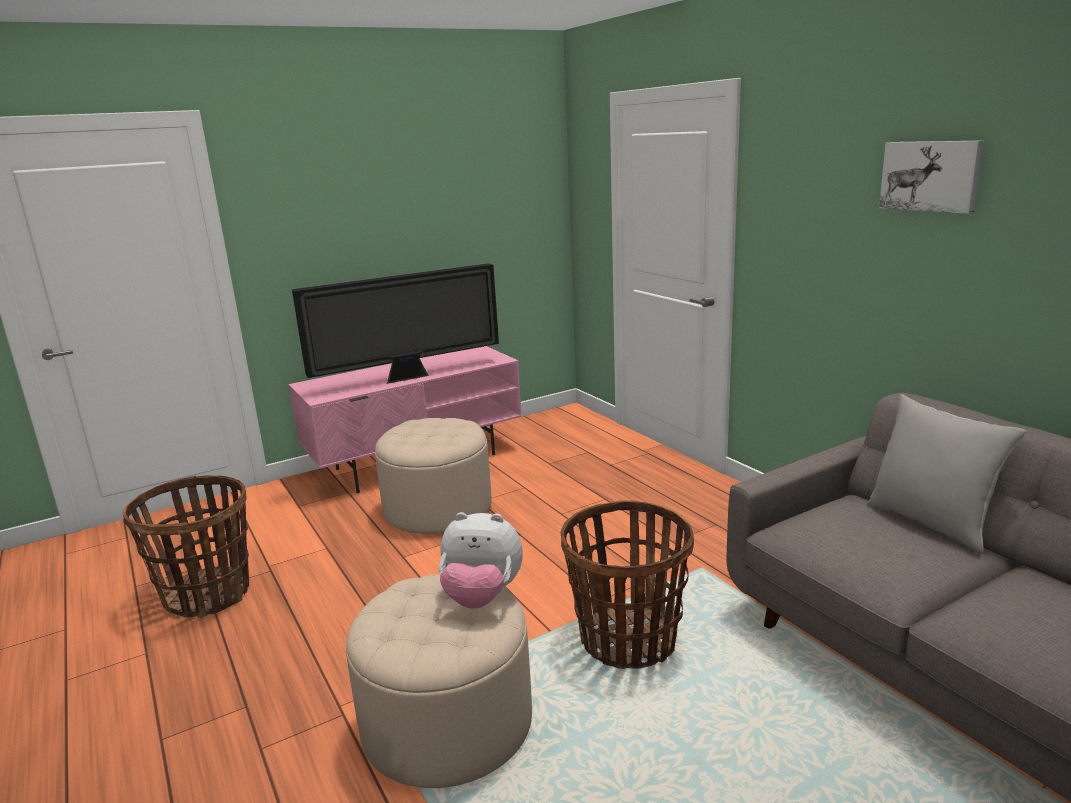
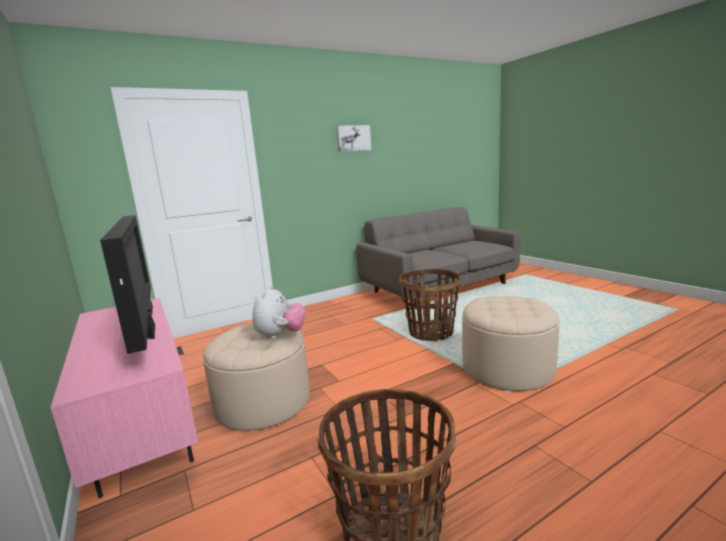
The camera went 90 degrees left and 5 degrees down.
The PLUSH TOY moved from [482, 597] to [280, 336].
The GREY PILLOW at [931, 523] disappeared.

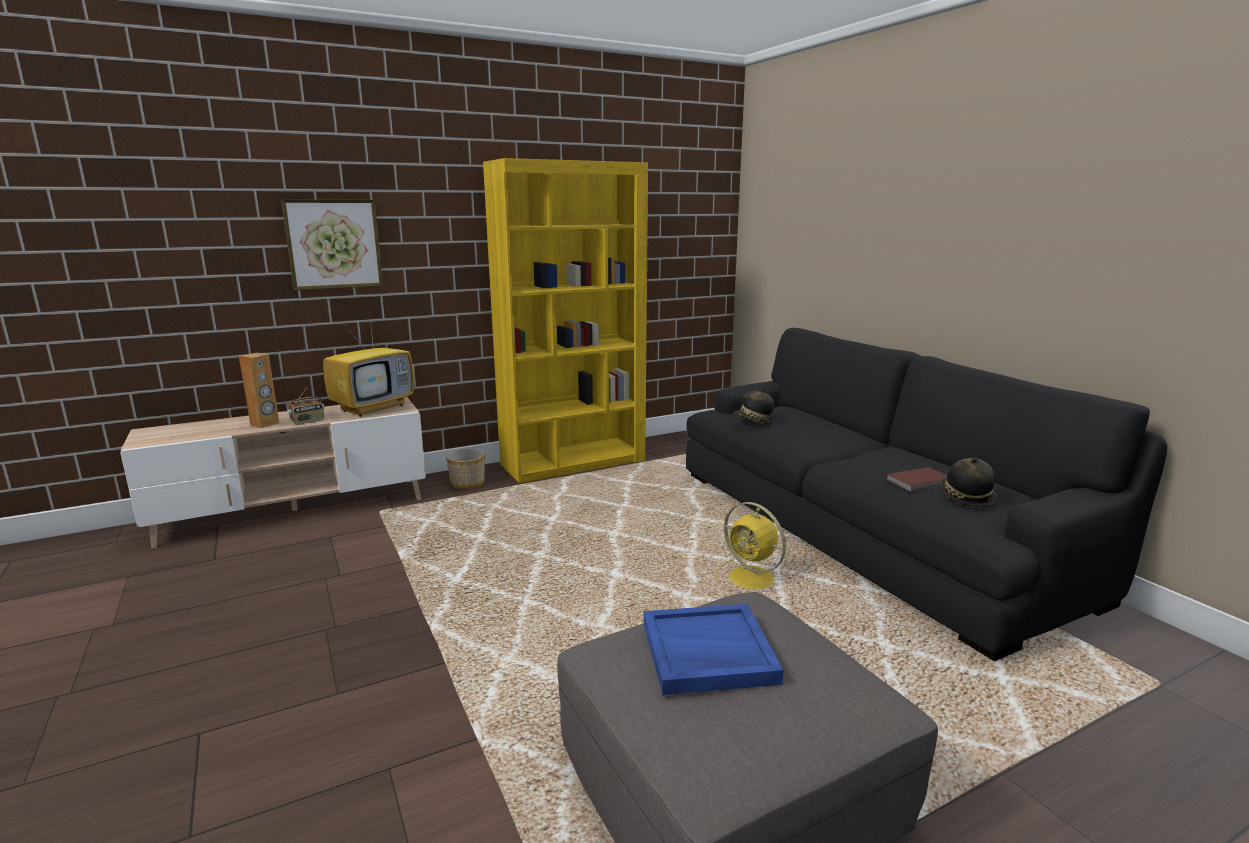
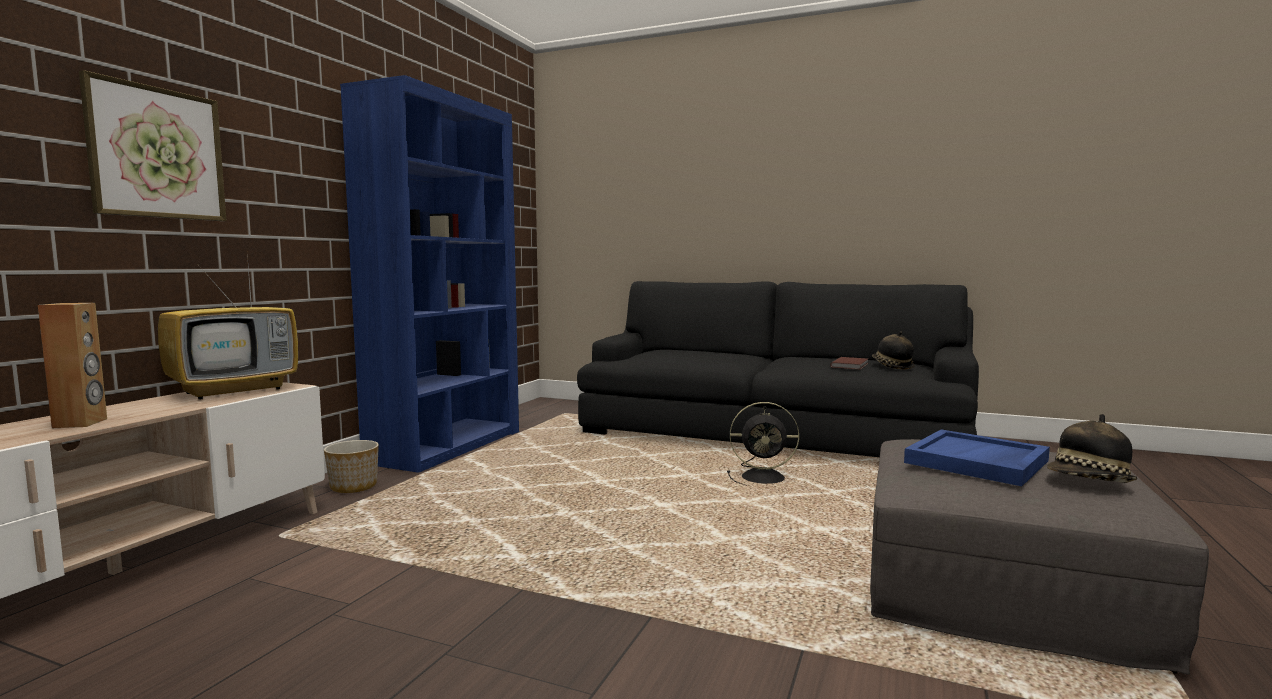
The camera went 40 degrees left and 10 degrees down.
The RADIO at [308, 421] disappeared.
The TELEVISION at [374, 407] turned 45 degrees clockwise.
The YELLOW BOOKCASE at [573, 462] became the BLUE BOOKCASE at [447, 446].
The YELLOW FAN at [753, 579] became the BLACK FAN at [765, 478].
The HAT moved from [753, 421] to [1089, 482].

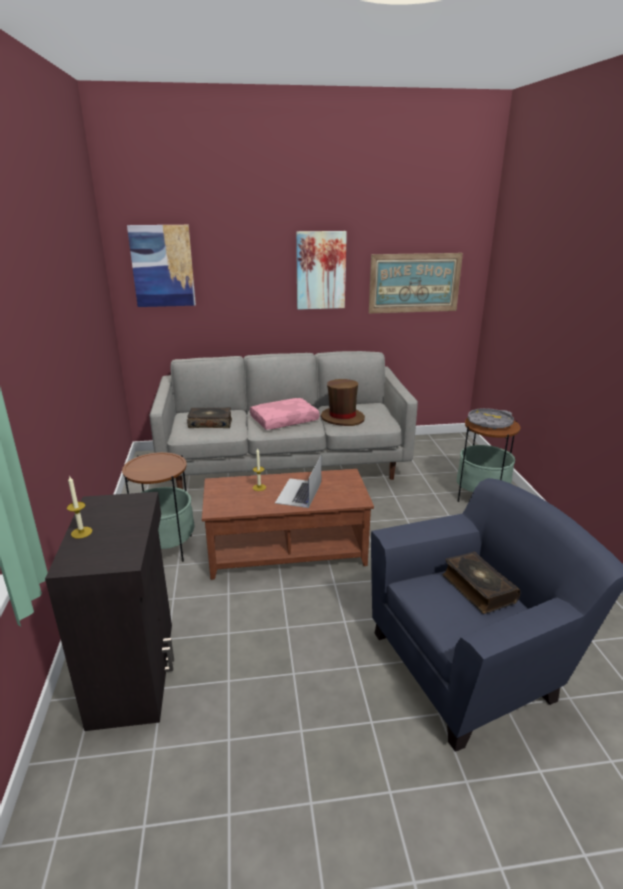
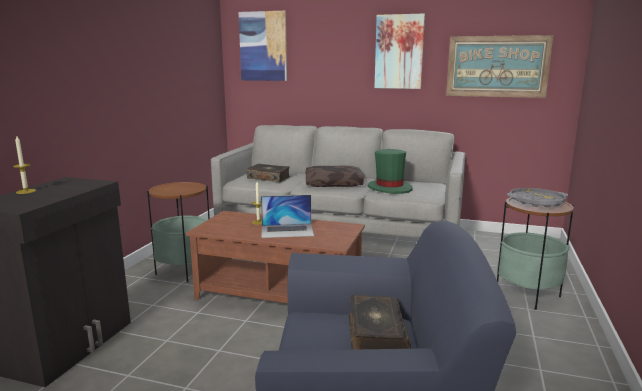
The camera went 25 degrees right and 10 degrees down.
The PINK PILLOW at [284, 420] became the BROWN PILLOW at [334, 183].
The LAPTOP at [298, 492] turned 135 degrees counterclockwise.
The BROWN HAT at [342, 418] became the GREEN HAT at [390, 188].

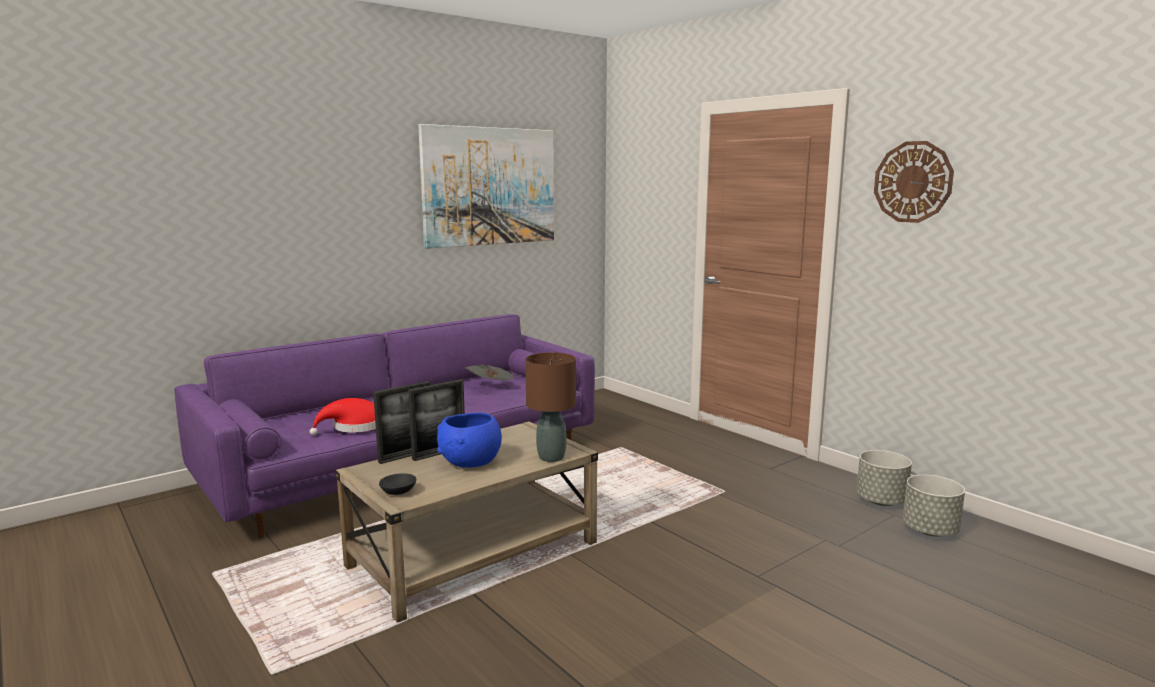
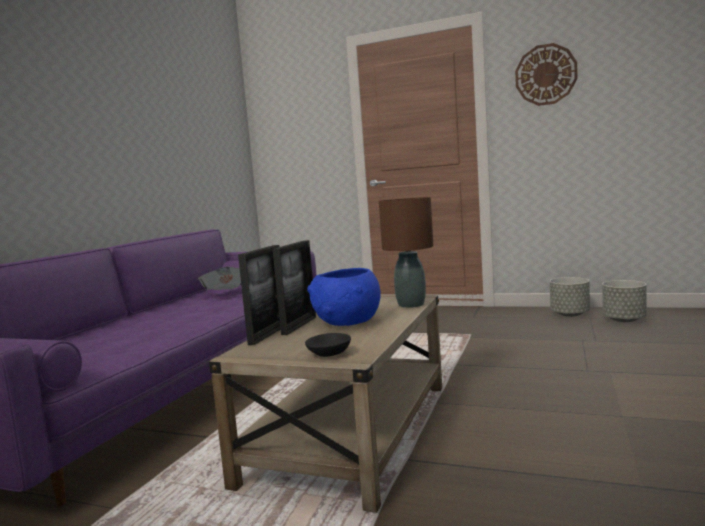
The camera went 30 degrees left and 5 degrees down.
The RED HAT at [354, 427] disappeared.
The PICTURE at [489, 186] disappeared.

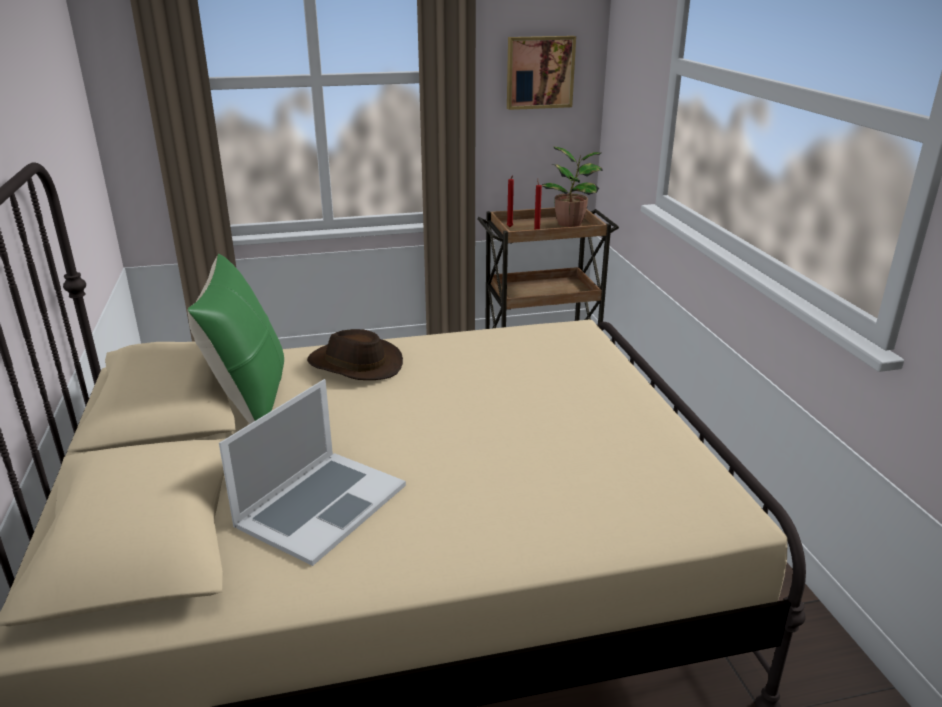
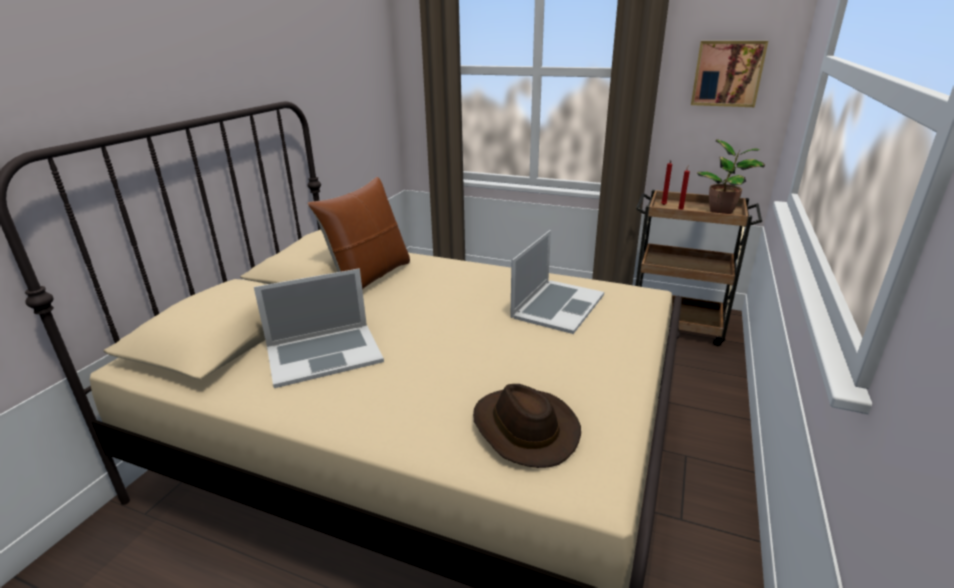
The camera went 35 degrees right and 0 degrees up.
The GREEN PILLOW at [249, 396] became the BROWN PILLOW at [369, 277].
The BROWN HAT moved from [355, 365] to [523, 429].
The LAPTOP at [557, 305] appeared.

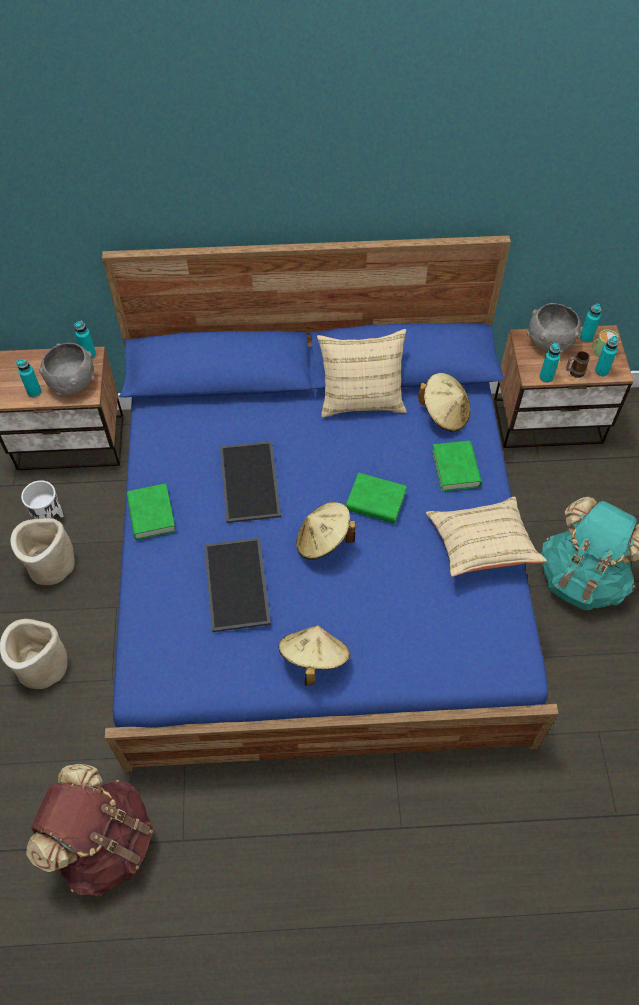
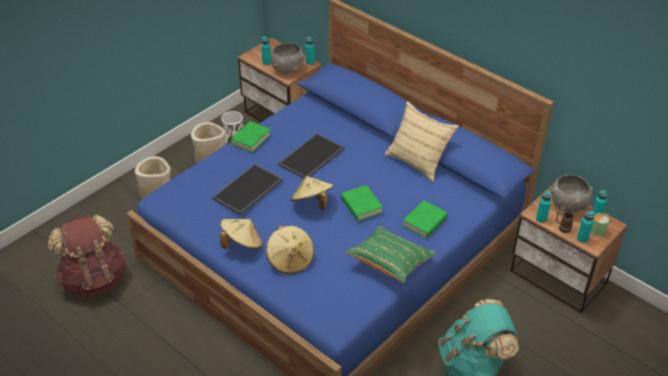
The camera went 45 degrees right and 15 degrees down.
The BEIGE HAT moved from [444, 413] to [290, 260].
The BEIGE PILLOW at [481, 546] became the GREEN PILLOW at [390, 263].

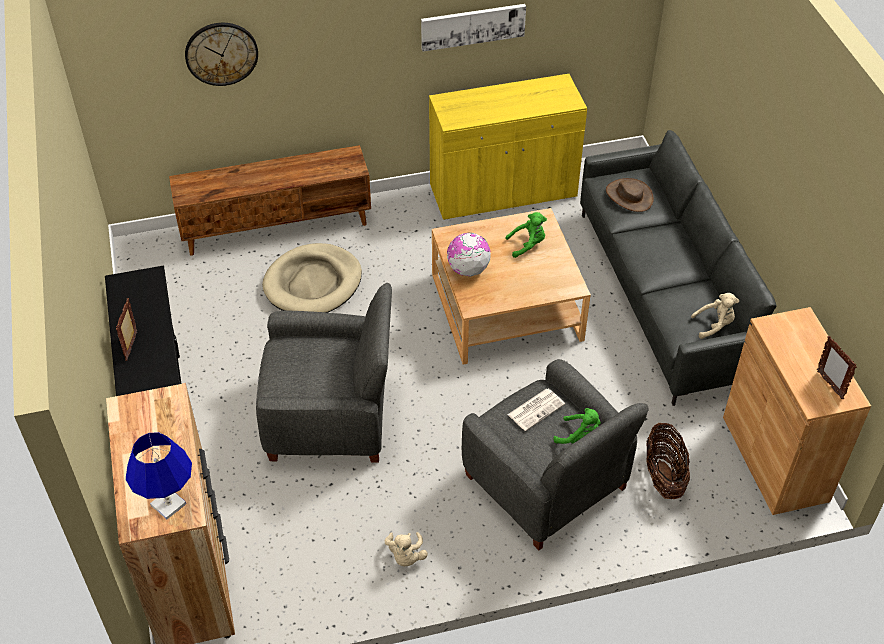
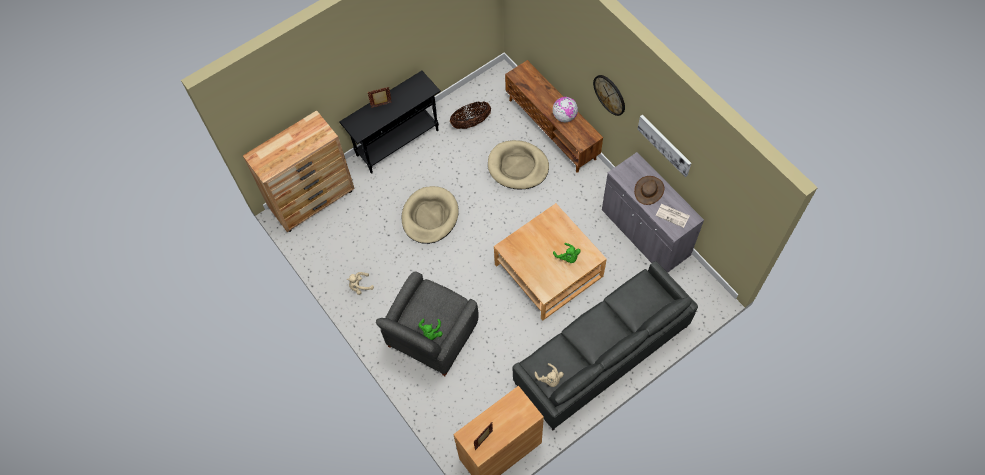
The camera went 70 degrees right and 15 degrees up.
The BLUE TABLE LAMP at [168, 504] disappeared.
The WALL CLOCK moved from [221, 53] to [609, 94].
The GREY ARMCHAIR at [331, 417] was replaced by the BEIGE DOG BED at [430, 216].
The YELLOW CABINET at [503, 192] became the GREY CABINET at [645, 233].
The GLOBE moved from [468, 269] to [564, 116].
The NEWSPAPER moved from [536, 409] to [673, 215].
The BROWN HAT moved from [629, 196] to [649, 190].
The BASKET moved from [664, 476] to [471, 122].

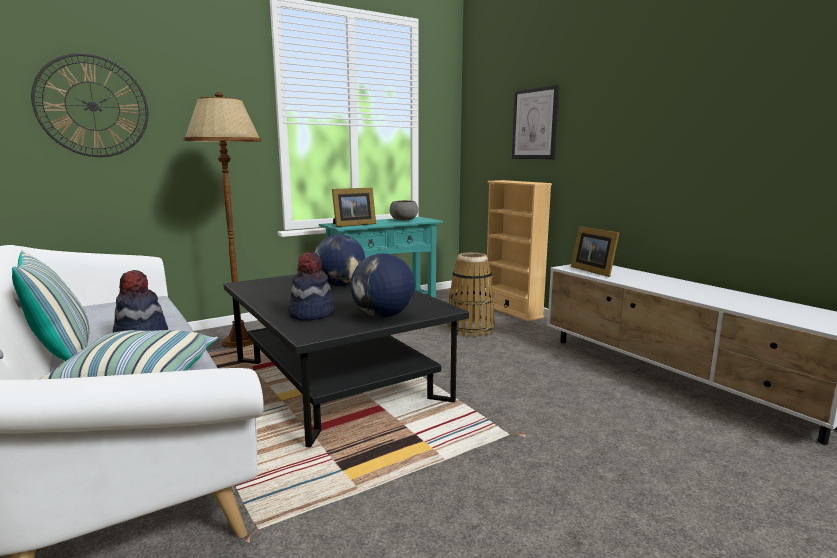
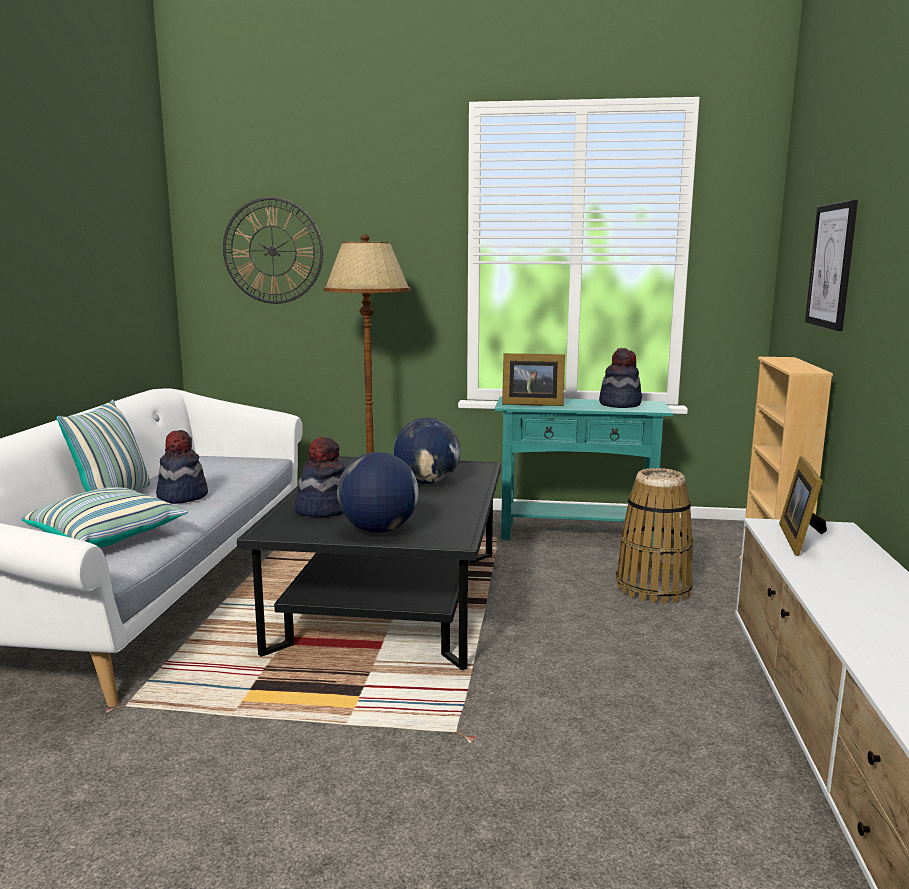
The camera went 40 degrees right and 0 degrees up.
The GREY BOWL at [403, 220] was replaced by the HAT at [620, 404].

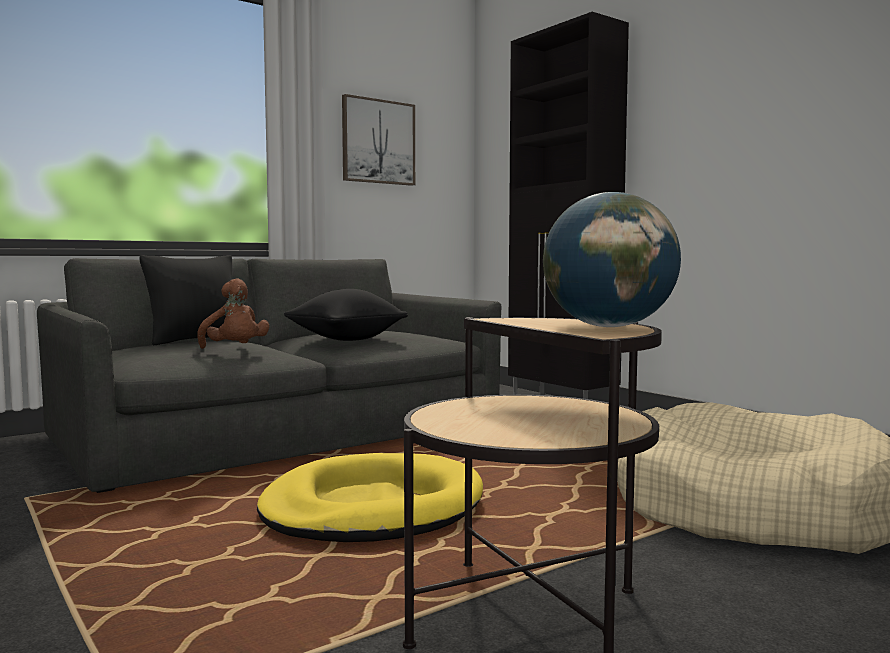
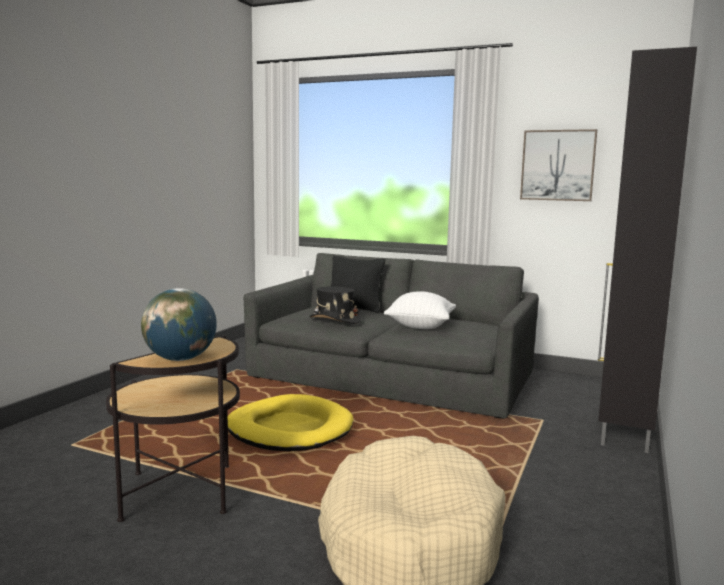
The camera went 60 degrees right and 5 degrees up.
The BROWN PLUSH TOY at [235, 349] was replaced by the BLACK HAT at [334, 320].
The BLACK PILLOW at [346, 339] became the WHITE PILLOW at [420, 326].

